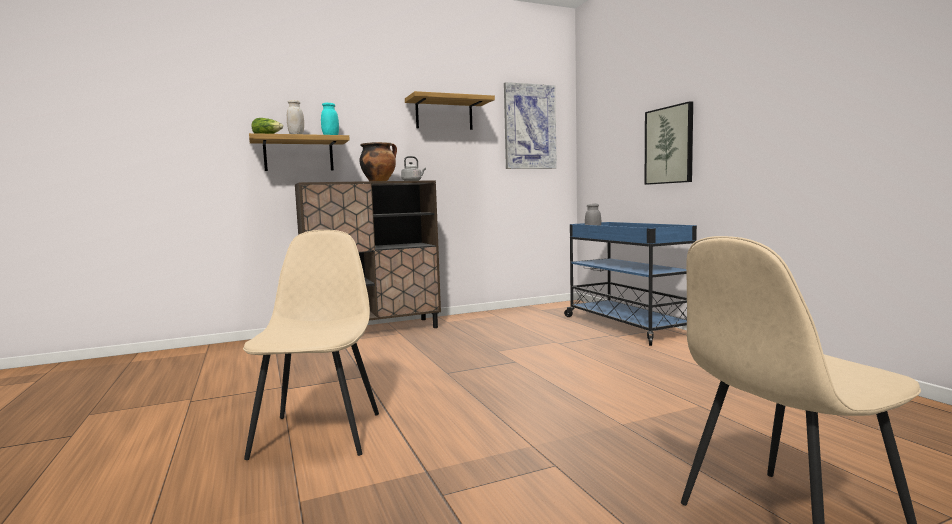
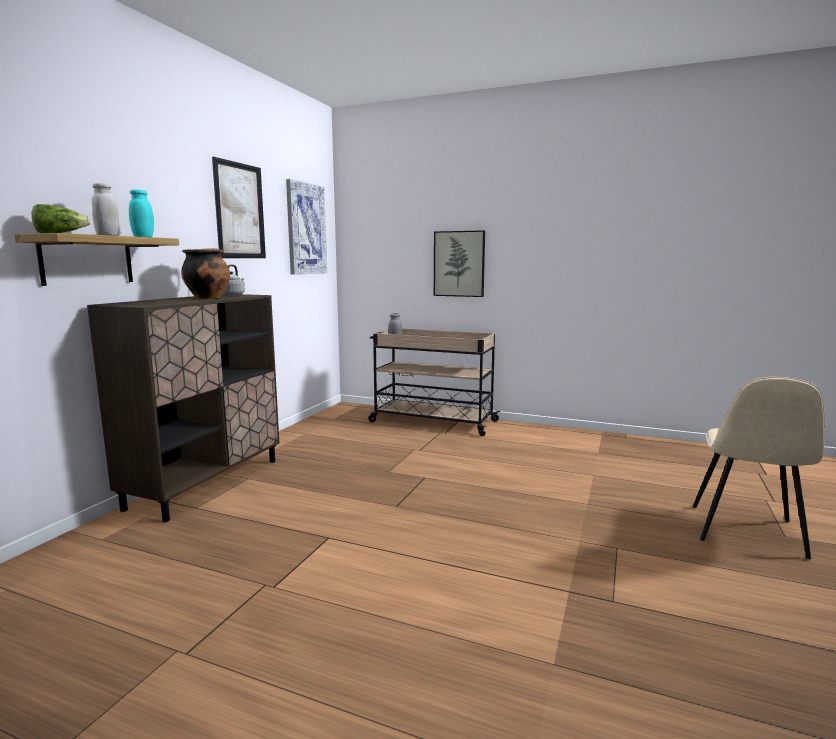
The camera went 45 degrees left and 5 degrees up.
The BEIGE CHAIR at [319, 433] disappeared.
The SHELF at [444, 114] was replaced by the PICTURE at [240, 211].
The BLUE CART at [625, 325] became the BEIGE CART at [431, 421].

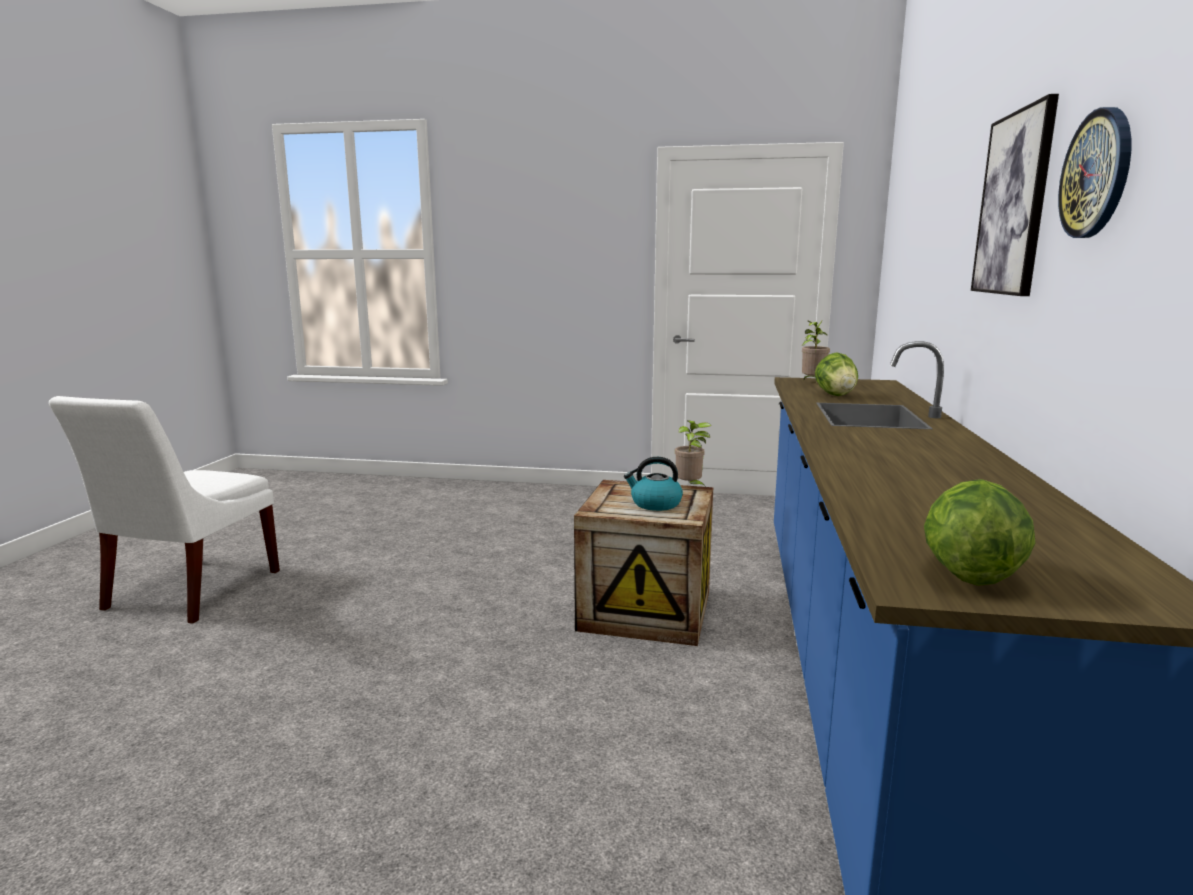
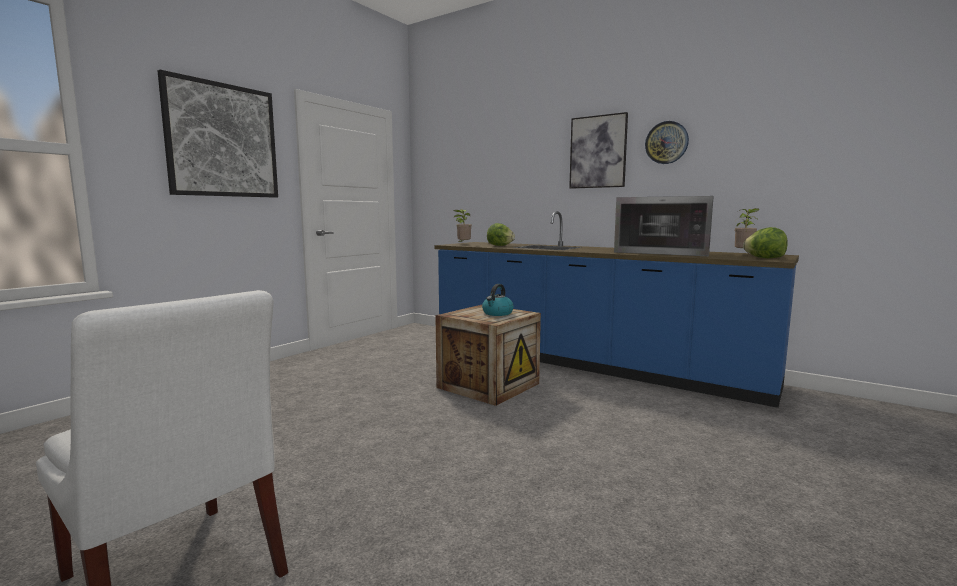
The camera went 65 degrees left and 5 degrees down.
The POTTED PLANT moved from [690, 487] to [744, 254].
The PICTURE at [222, 140] appeared.
The MICROWAVE at [664, 252] appeared.

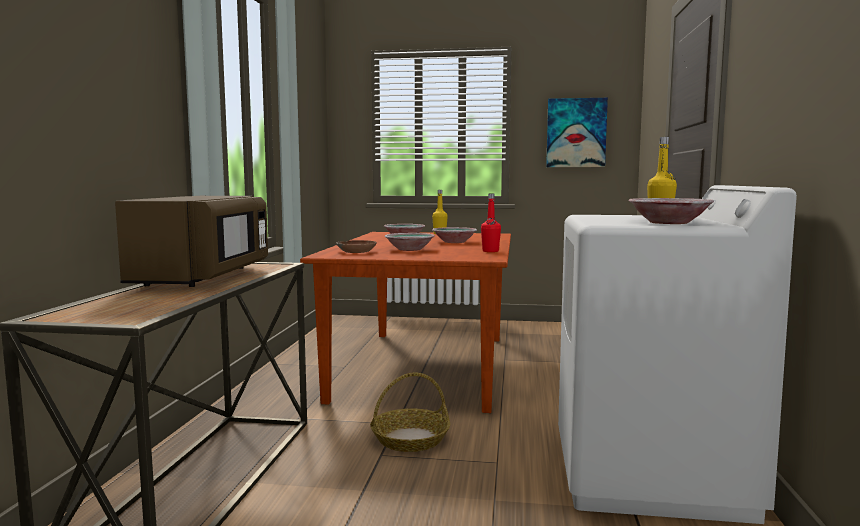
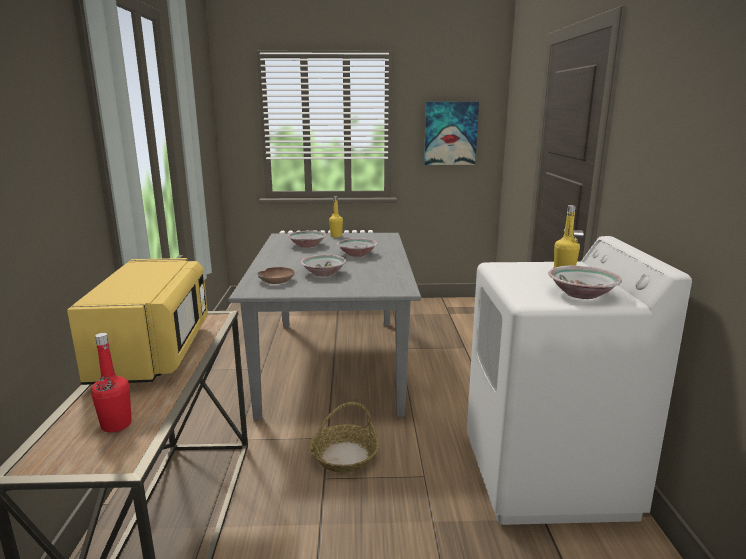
The camera went 10 degrees left and 10 degrees up.
The BROWN MICROWAVE at [204, 277] became the YELLOW MICROWAVE at [154, 351].
The BROWN DINING TABLE at [423, 366] became the GREY DINING TABLE at [333, 362].
The RED BOTTLE moved from [490, 251] to [116, 425].

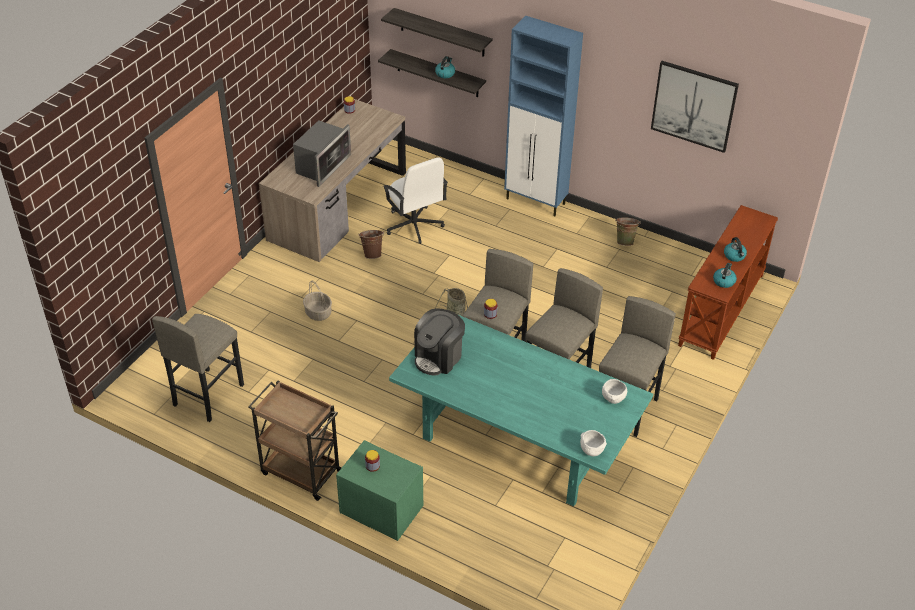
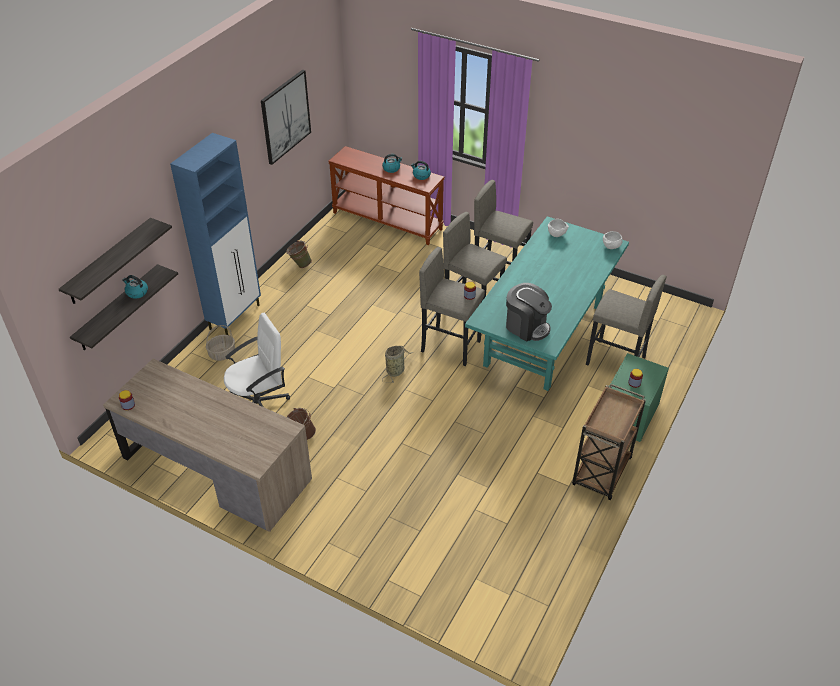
The camera went 90 degrees left and 0 degrees up.
The GREY STOOL moved from [208, 395] to [615, 361].
The MICROWAVE at [322, 166] disappeared.
The BASKET moved from [318, 313] to [222, 353].

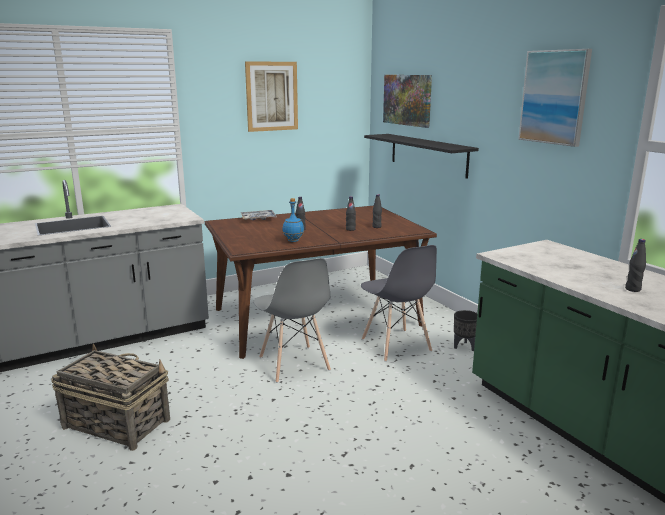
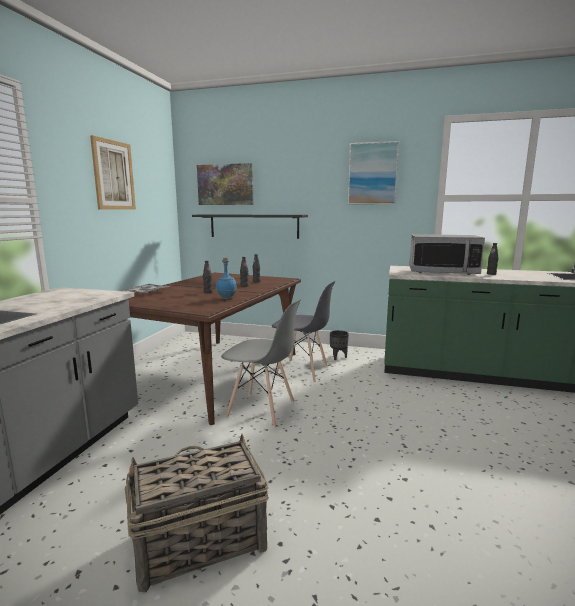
The camera went 45 degrees left and 5 degrees down.
The MICROWAVE at [442, 272] appeared.

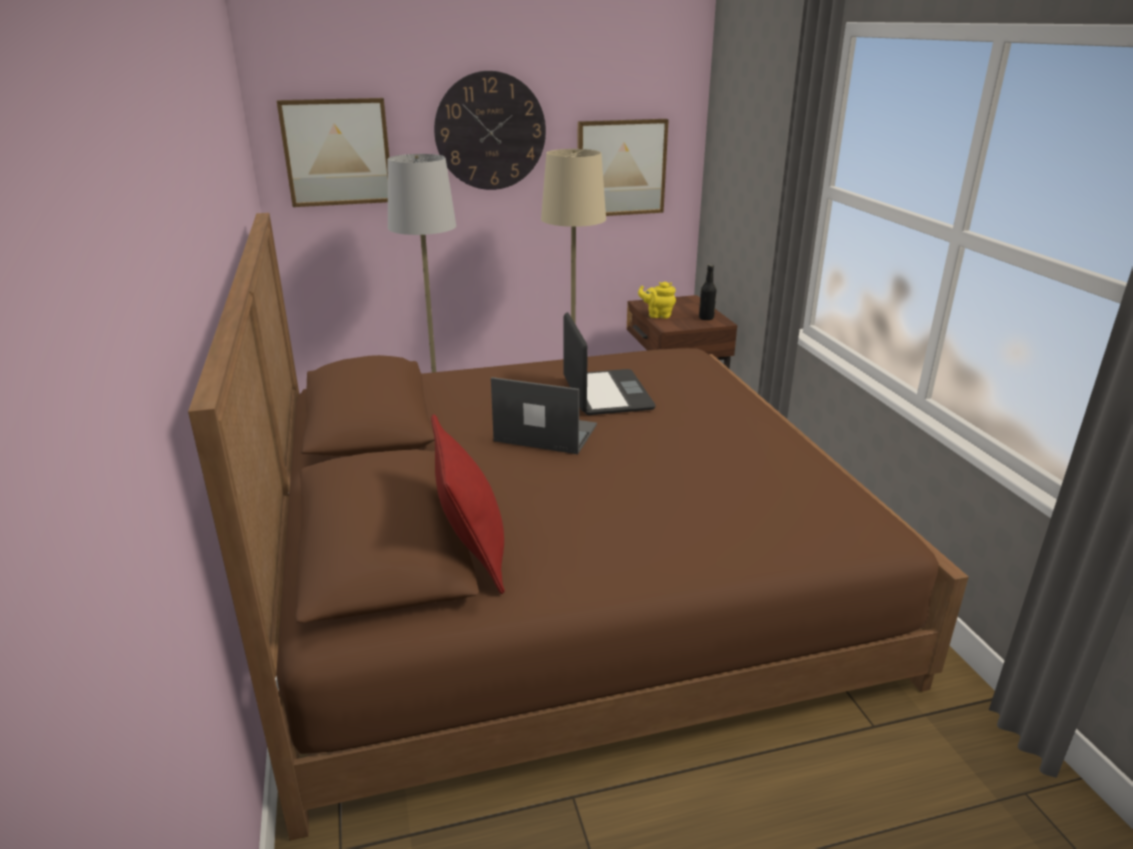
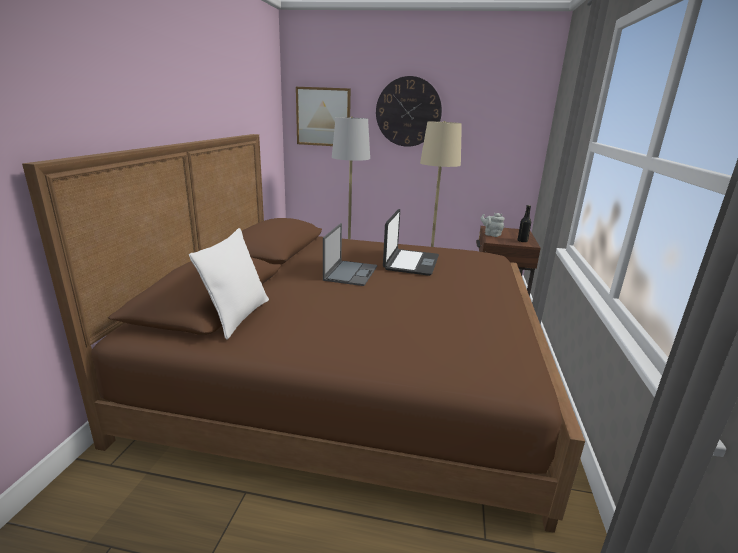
The camera went 25 degrees right and 5 degrees down.
The RED PILLOW at [473, 554] became the WHITE PILLOW at [238, 316].
The LAPTOP at [544, 433] turned 60 degrees clockwise.
The PICTURE at [621, 168] disappeared.
The YELLOW TEAPOT at [658, 315] became the GREY TEAPOT at [491, 234].

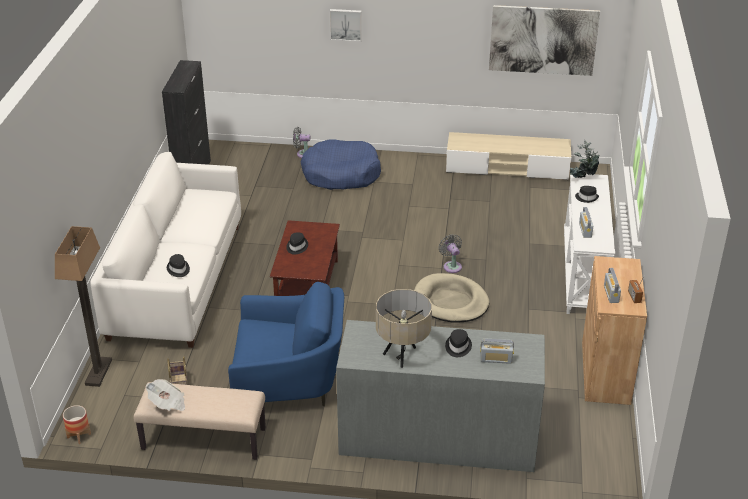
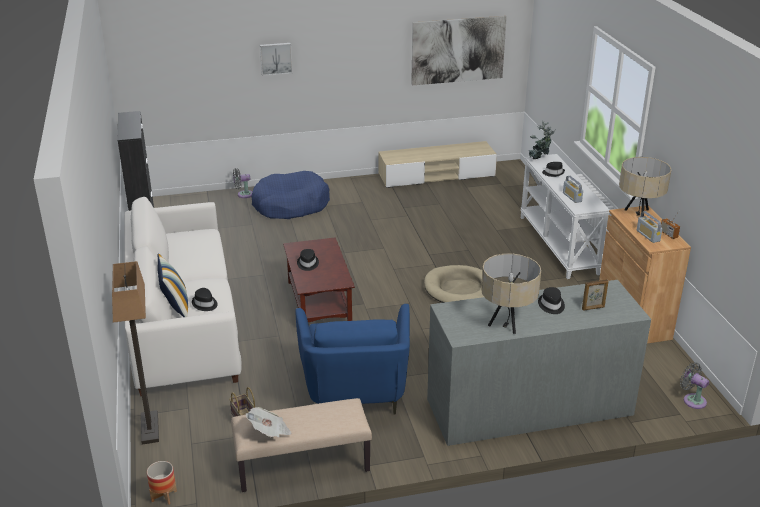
The camera went 20 degrees left and 5 degrees down.
The BLUE ARMCHAIR at [289, 381] turned 105 degrees clockwise.
The GREY FAN moved from [451, 266] to [692, 400].
The RADIO at [496, 359] was replaced by the PICTURE FRAME at [593, 308].
The PILLOW at [175, 306] appeared.
The BEIGE TABLE LAMP at [638, 215] appeared.

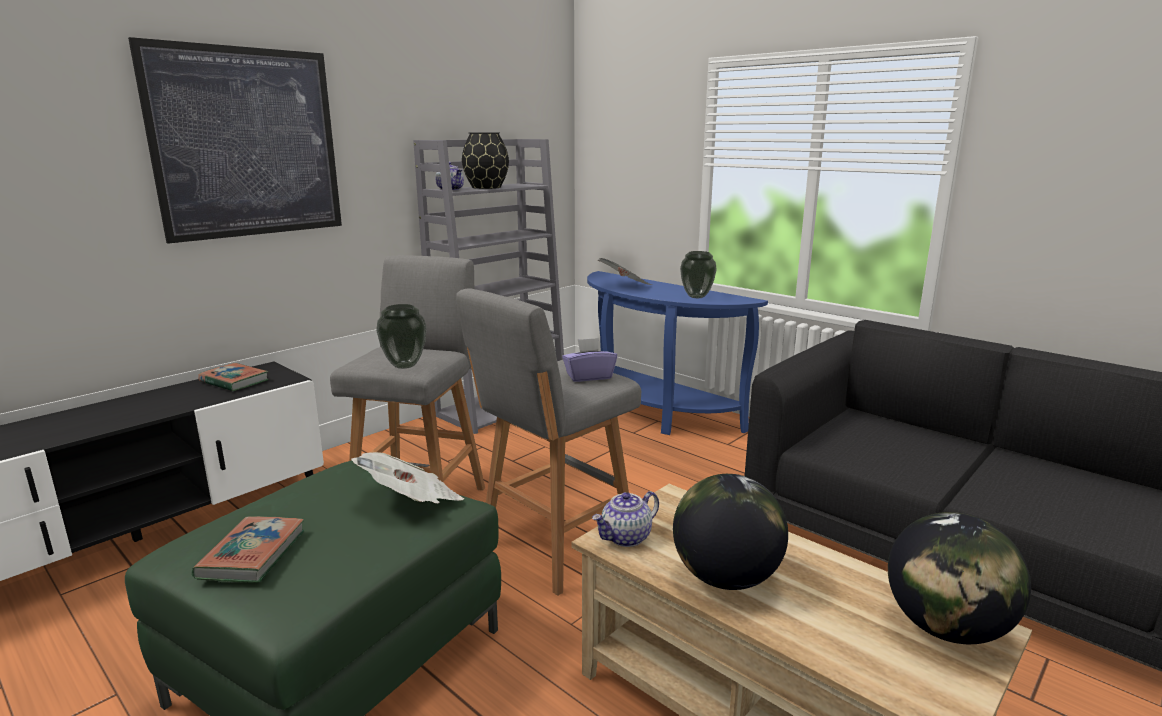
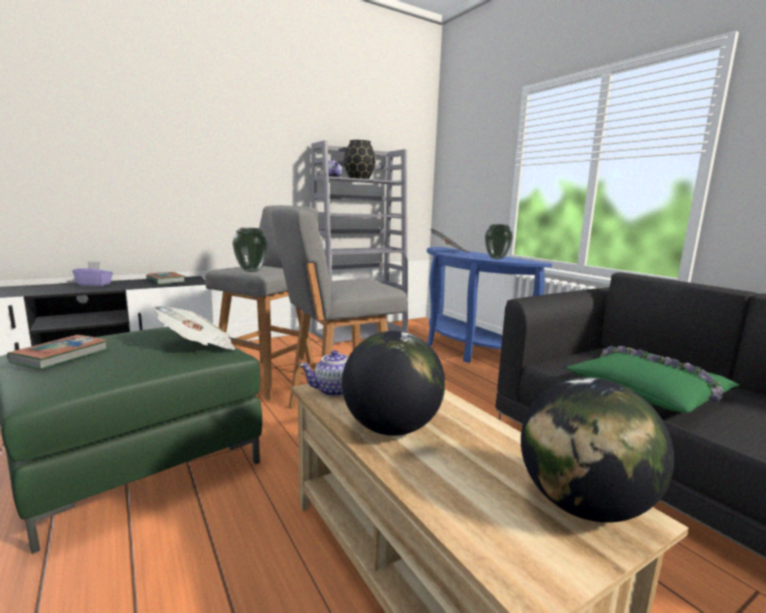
The camera went 15 degrees right and 5 degrees down.
The PICTURE at [247, 143] disappeared.
The PURPLE TISSUE BOX moved from [589, 376] to [94, 284].
The GREEN PILLOW at [649, 391] appeared.

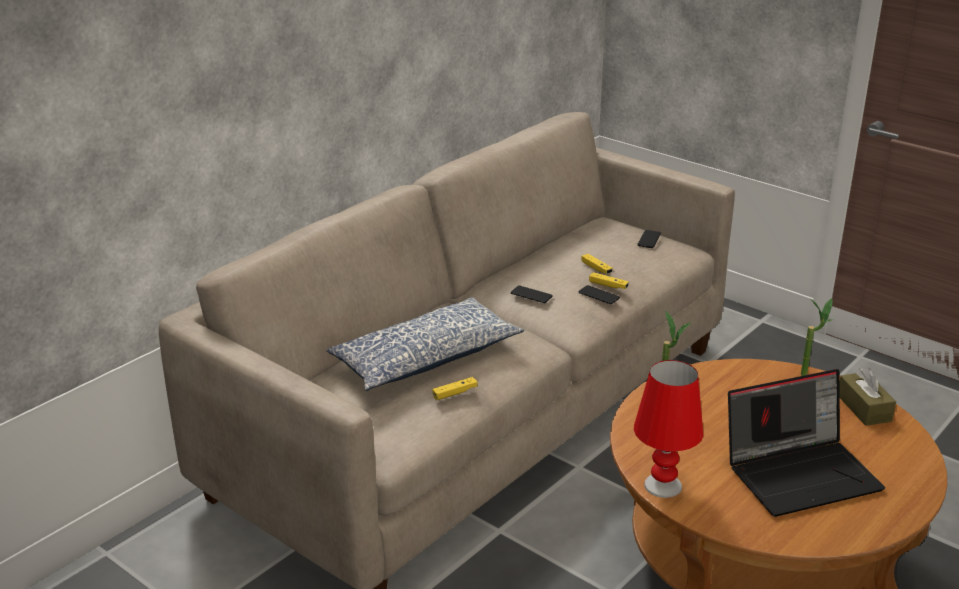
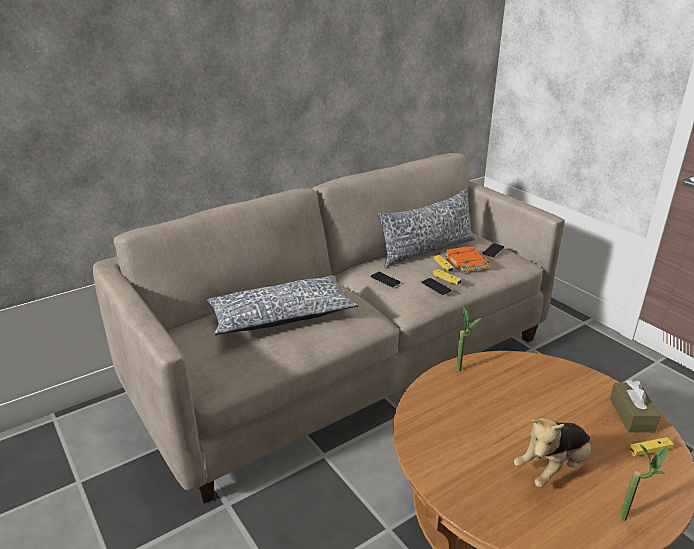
The camera went 15 degrees right and 0 degrees up.
The YELLOW GAME CONTROLLER moved from [455, 393] to [649, 450].
The RED TABLE LAMP at [662, 485] disappeared.
The LAPTOP at [801, 473] was replaced by the PLUSH TOY at [553, 468].
The POTTED PLANT moved from [809, 373] to [630, 518].
The PILLOW at [426, 250] appeared.
The ORANGE BOOK at [467, 262] appeared.

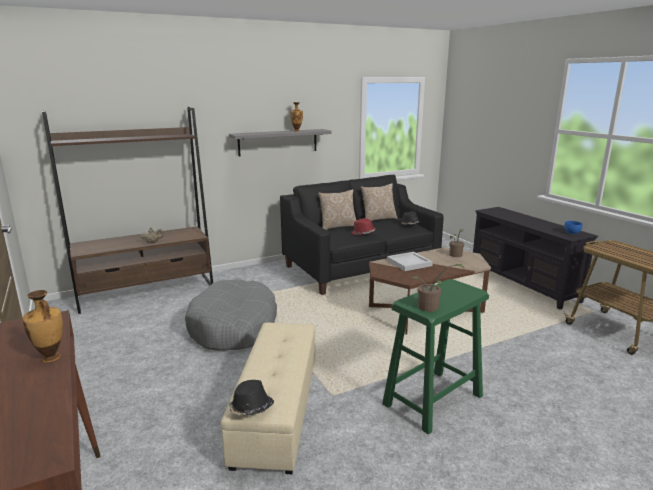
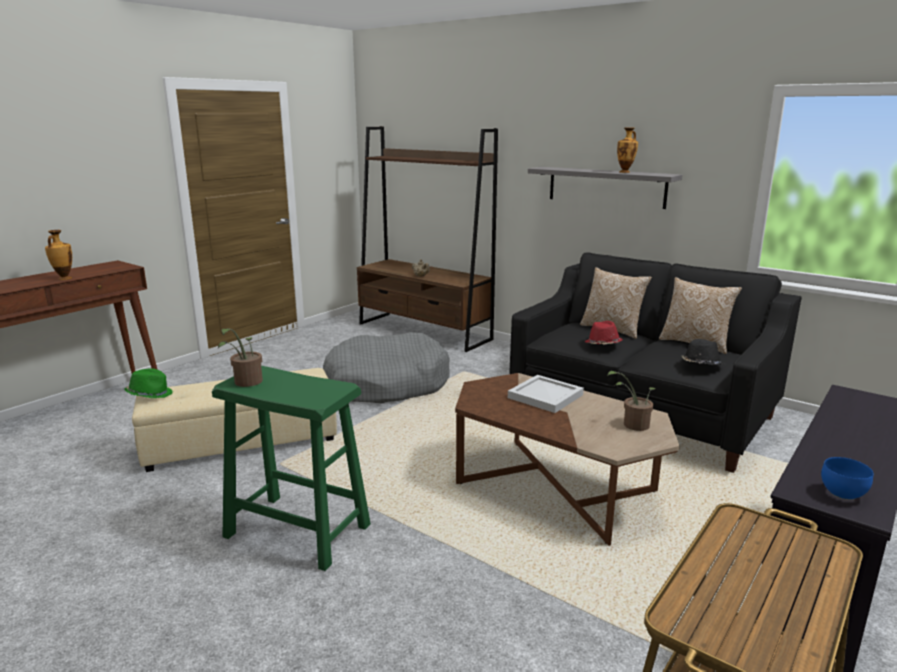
The camera went 65 degrees right and 0 degrees up.
The BLACK HAT at [250, 408] became the GREEN HAT at [150, 394].

